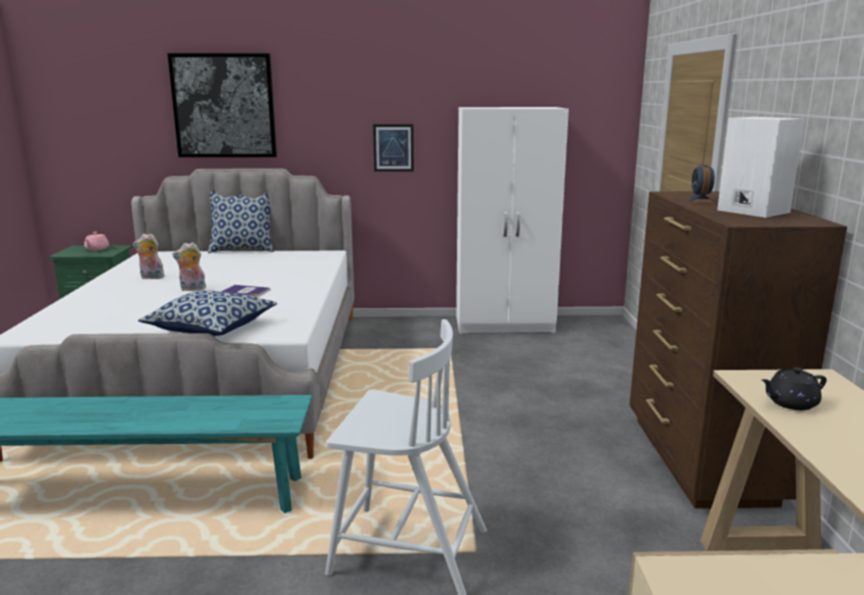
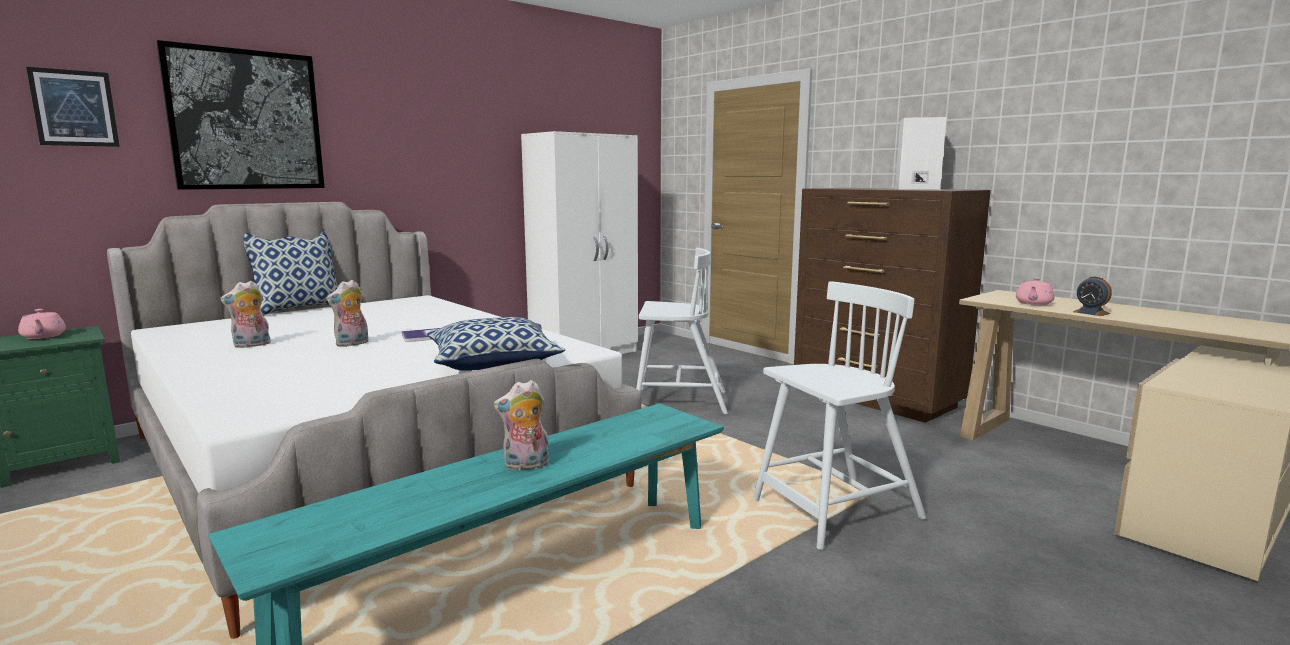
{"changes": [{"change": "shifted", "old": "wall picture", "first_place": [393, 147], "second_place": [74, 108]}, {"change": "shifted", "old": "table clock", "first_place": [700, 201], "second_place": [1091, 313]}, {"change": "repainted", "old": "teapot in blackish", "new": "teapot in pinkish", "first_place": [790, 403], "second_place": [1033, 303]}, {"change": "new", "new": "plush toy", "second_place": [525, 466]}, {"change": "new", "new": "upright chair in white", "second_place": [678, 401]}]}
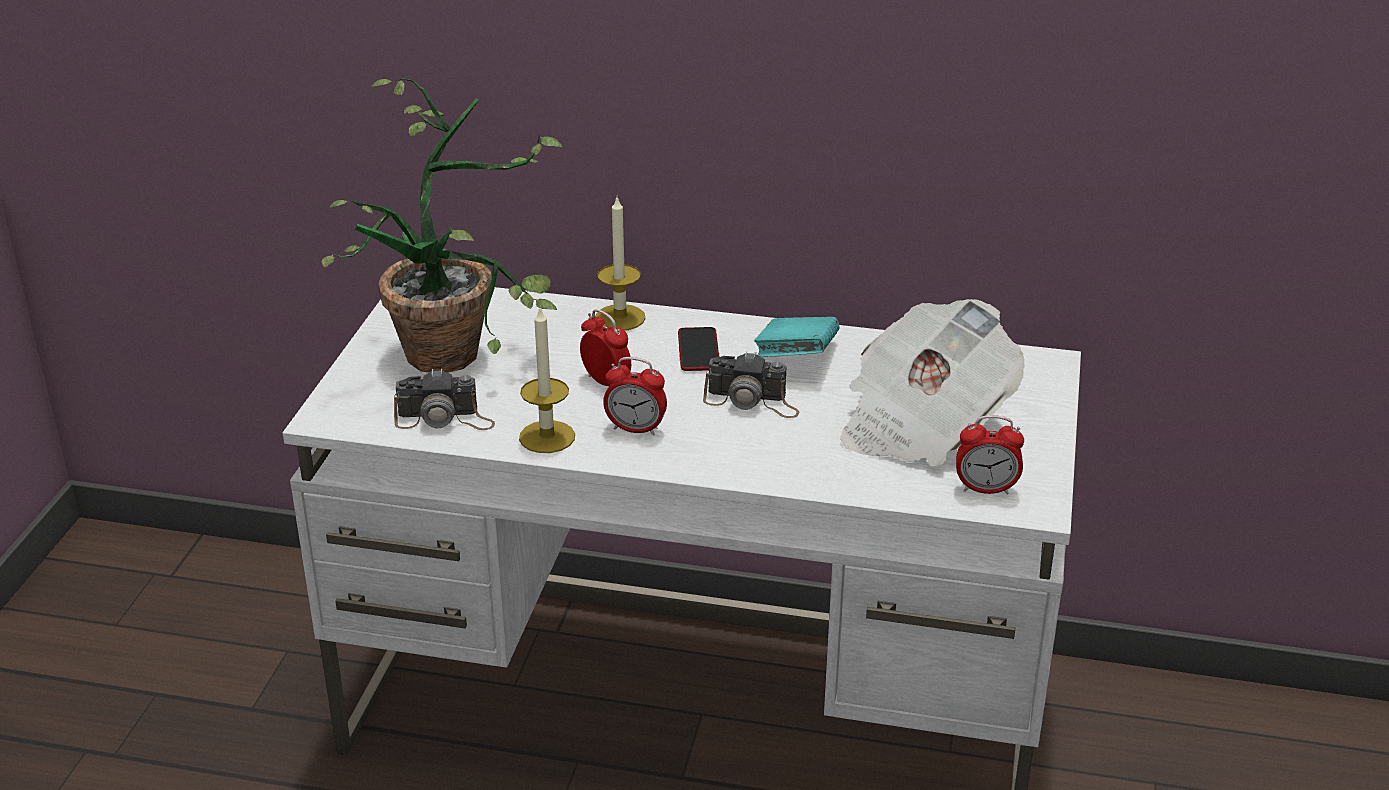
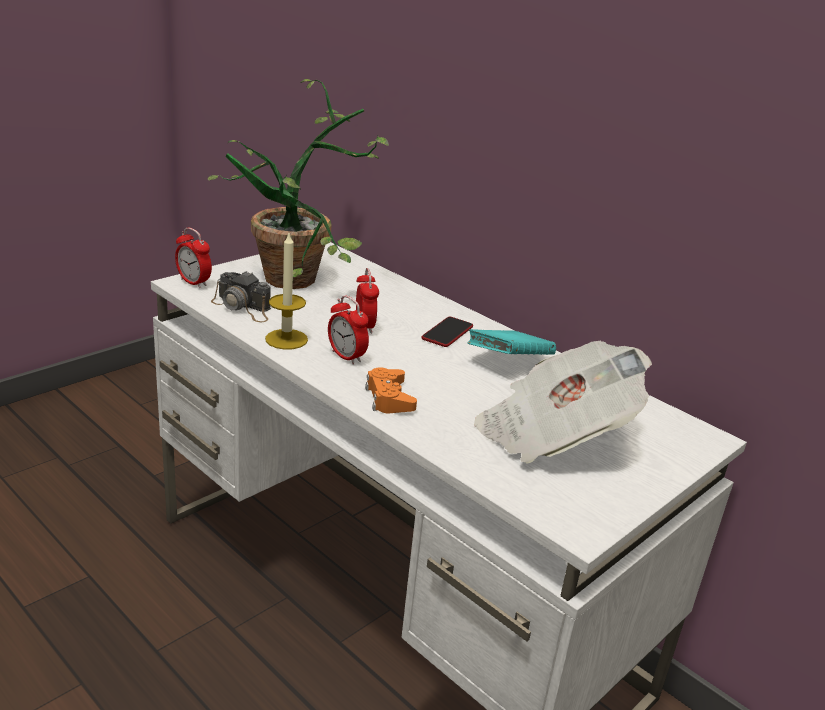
{"changes": [{"change": "gone", "old": "wax light", "first_place": [620, 317]}, {"change": "gone", "old": "photo camera", "first_place": [752, 401]}, {"change": "shifted", "old": "table clock", "first_place": [986, 489], "second_place": [194, 283]}, {"change": "new", "new": "game controller in orange", "second_place": [389, 398]}]}
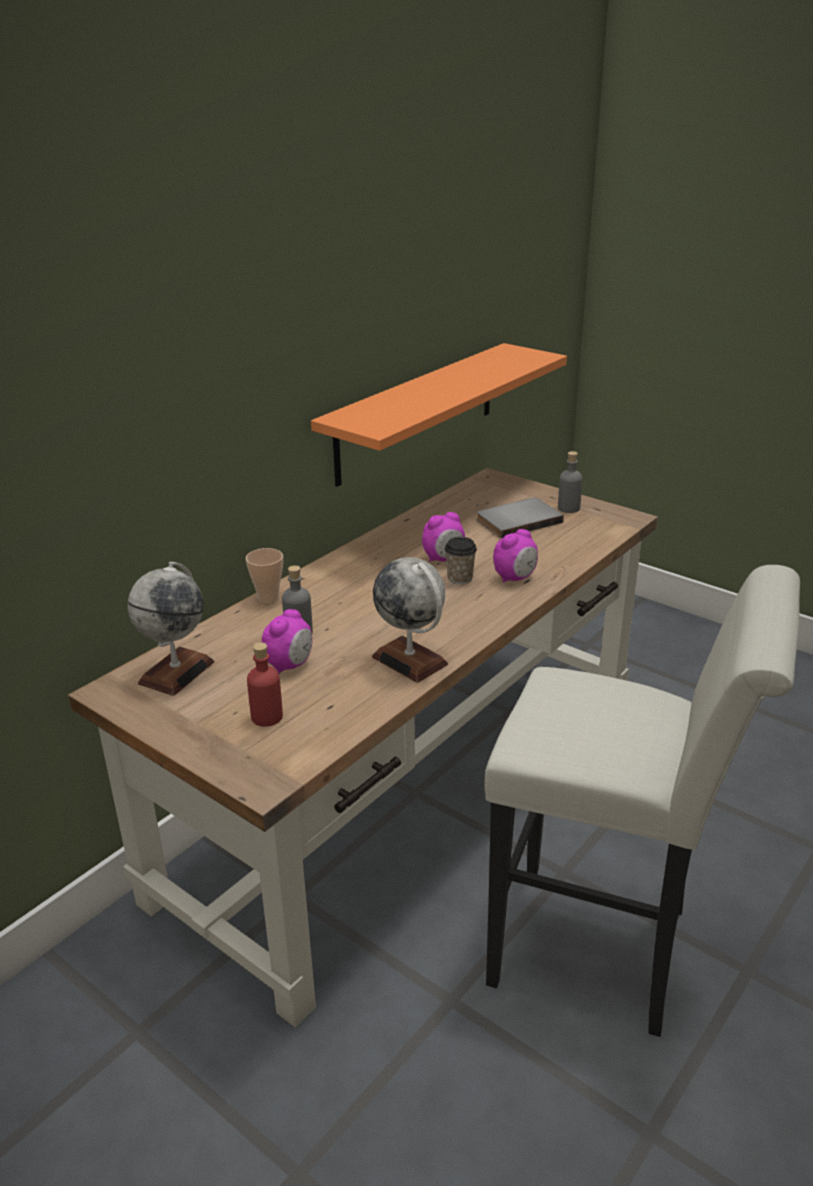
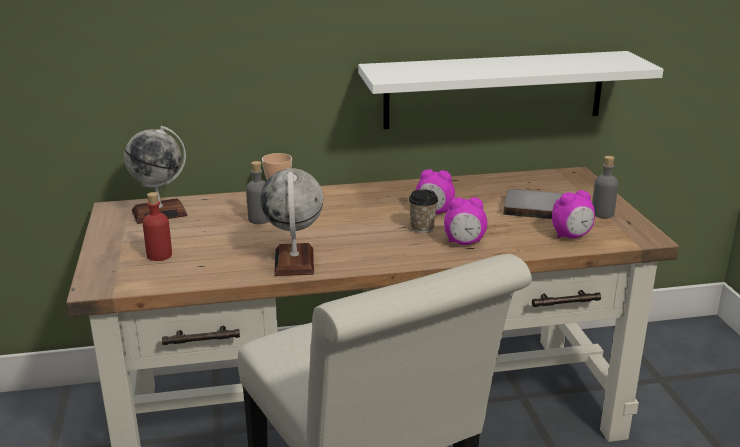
{"changes": [{"change": "shifted", "old": "table clock", "first_place": [290, 665], "second_place": [571, 236]}, {"change": "repainted", "old": "bracket shelf in orange", "new": "bracket shelf in white", "first_place": [417, 412], "second_place": [494, 89]}]}
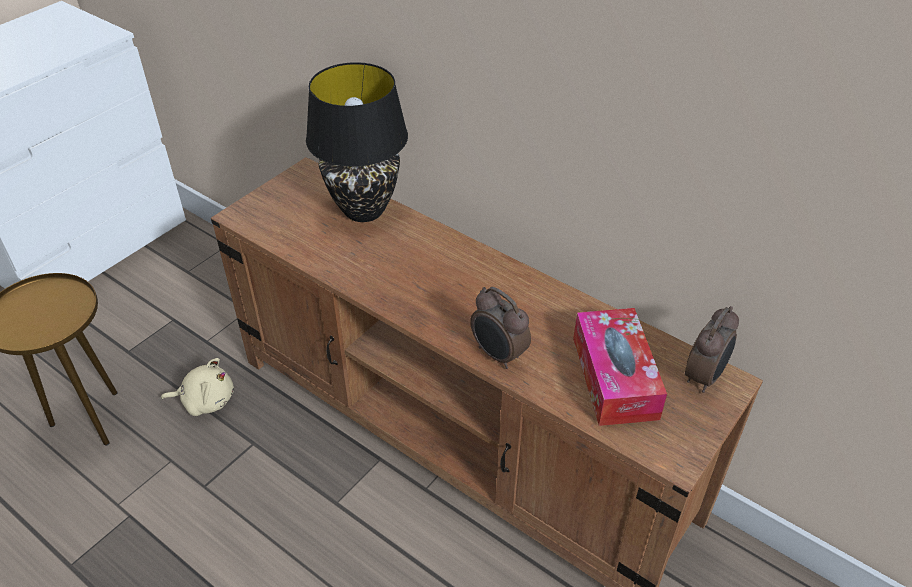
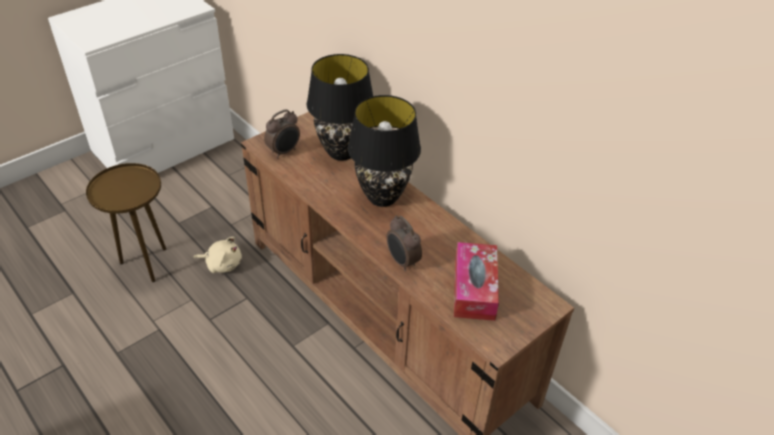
{"changes": [{"change": "shifted", "old": "table clock", "first_place": [704, 377], "second_place": [284, 152]}, {"change": "new", "new": "table lamp in blackish", "second_place": [383, 197]}]}
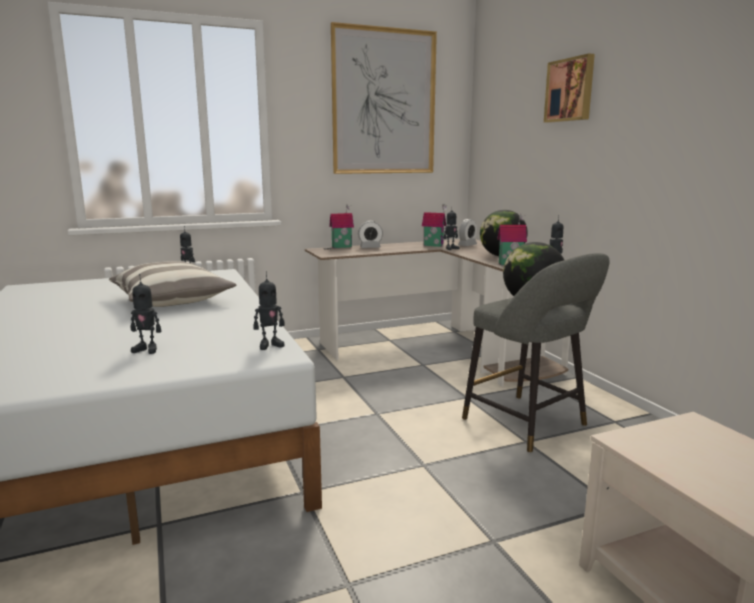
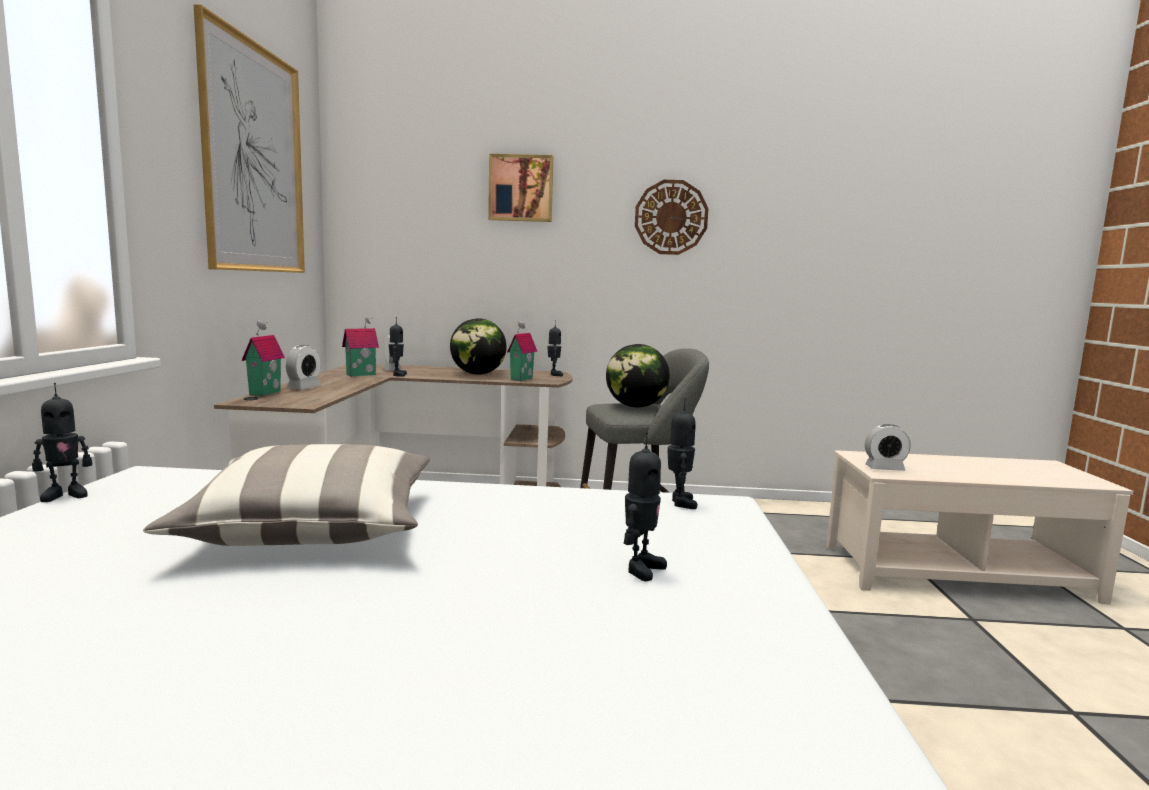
{"changes": [{"change": "new", "new": "hanging clock", "second_place": [671, 217]}, {"change": "new", "new": "table clock", "second_place": [884, 468]}]}
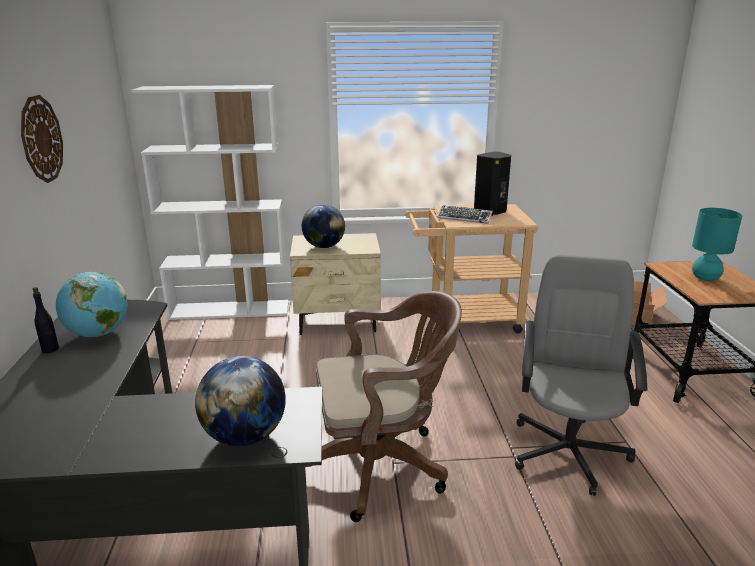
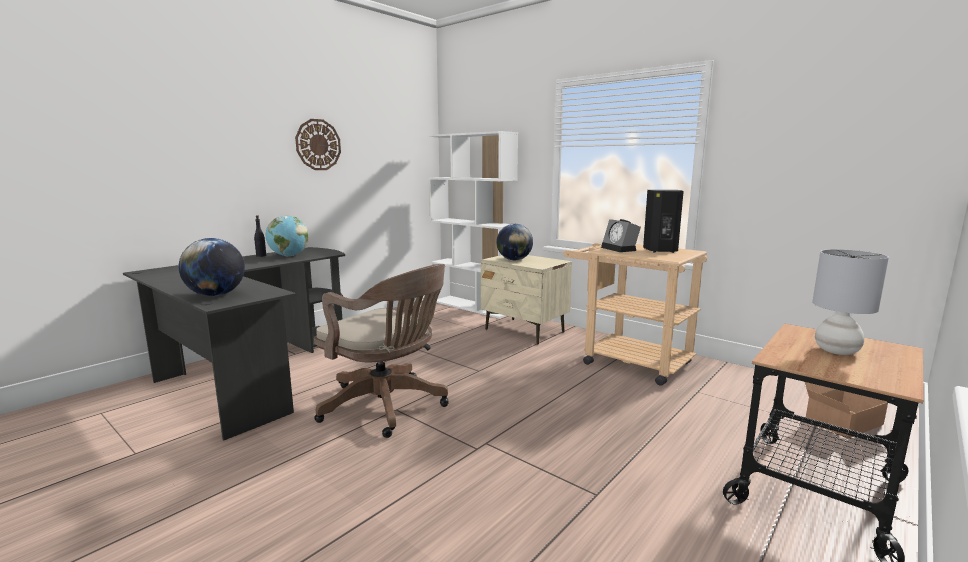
{"changes": [{"change": "swapped", "old": "PC keyboard", "new": "table clock", "first_place": [464, 218], "second_place": [620, 249]}, {"change": "gone", "old": "desk chair in gray", "first_place": [568, 451]}, {"change": "repainted", "old": "table lamp in blue-green", "new": "table lamp in gray", "first_place": [705, 278], "second_place": [836, 351]}]}
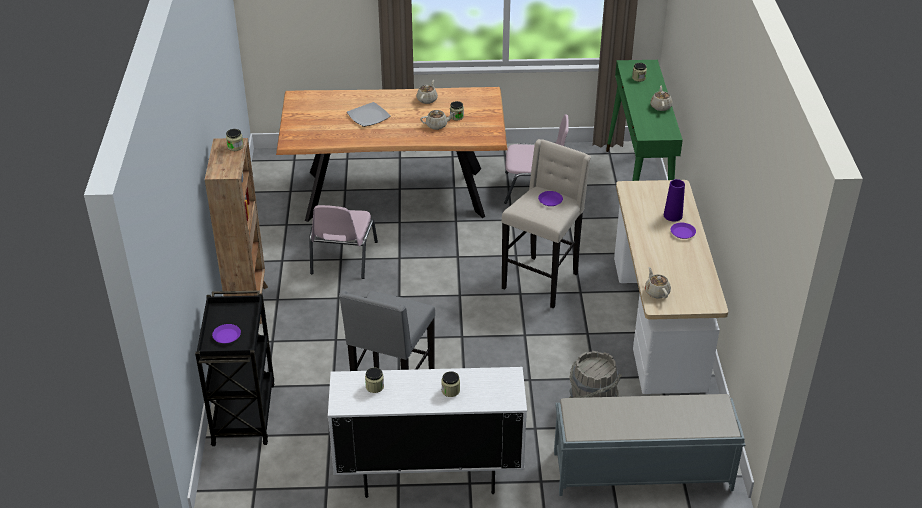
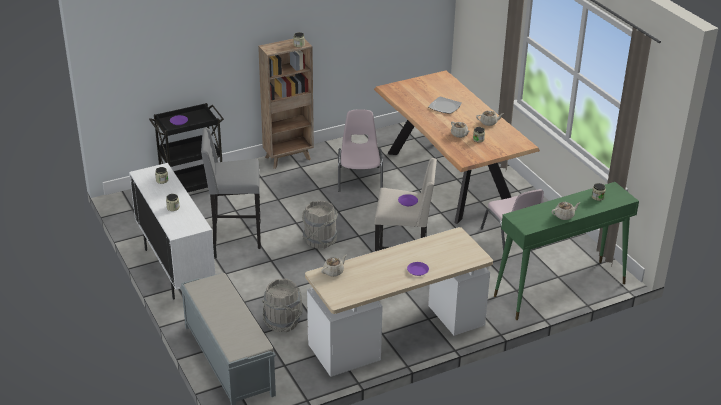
{"changes": [{"change": "rotated", "old": "upright chair in pinkish", "first_place": [342, 258], "second_place": [360, 178], "degrees": 105}, {"change": "gone", "old": "flower vase in purplish", "first_place": [673, 215]}, {"change": "new", "new": "water bucket in gray", "second_place": [320, 240]}]}
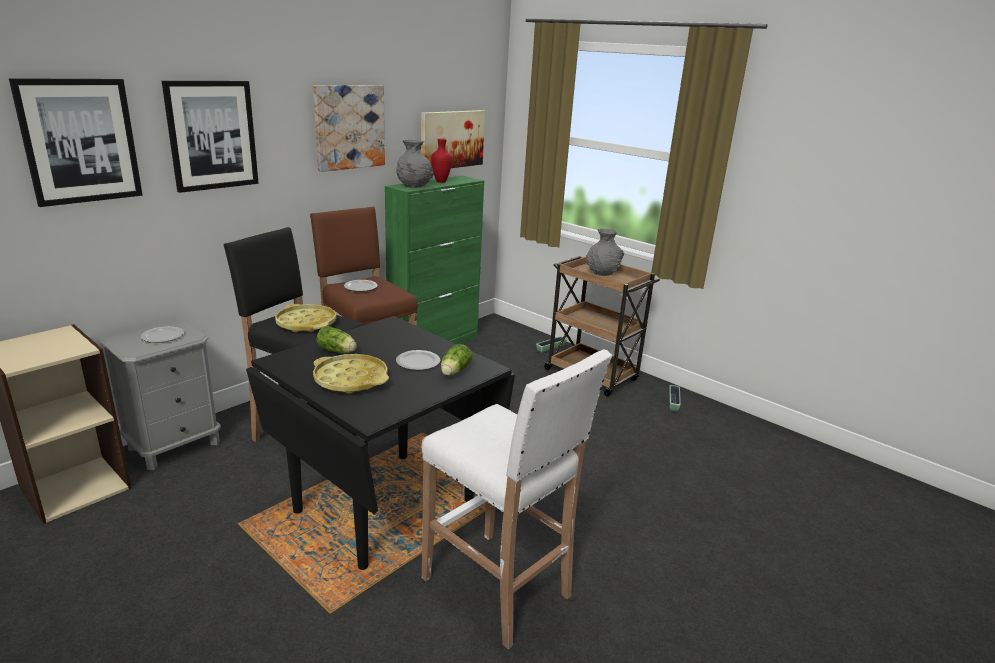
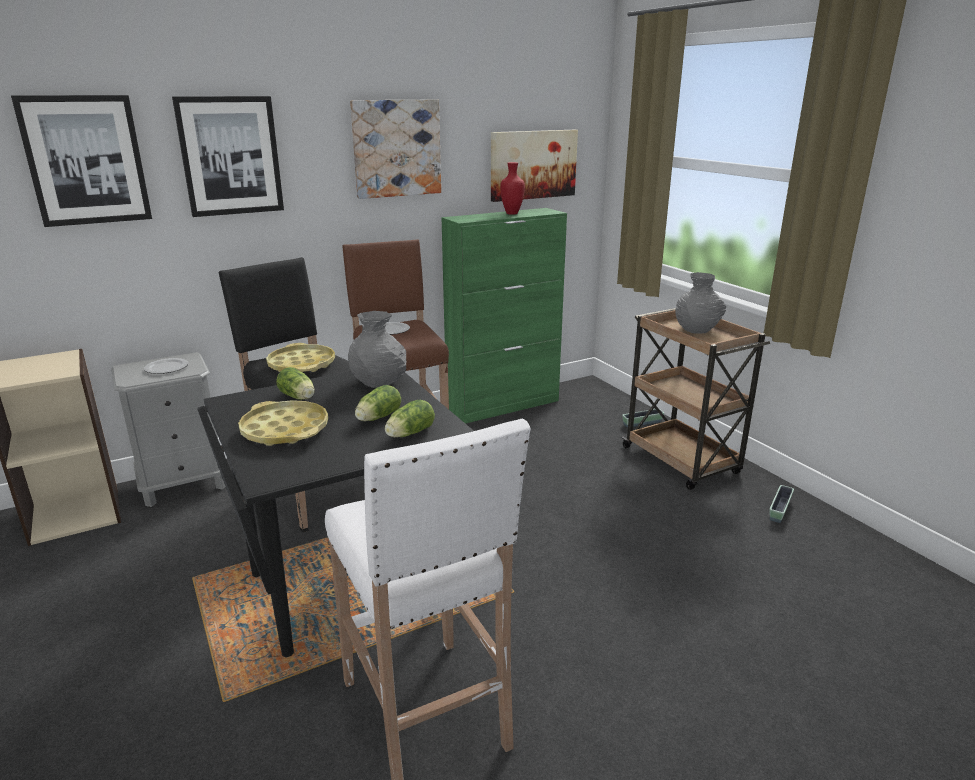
{"changes": [{"change": "shifted", "old": "flower vase in gray", "first_place": [414, 185], "second_place": [380, 382]}, {"change": "swapped", "old": "flat dish", "new": "lettuce head", "first_place": [419, 362], "second_place": [377, 418]}]}
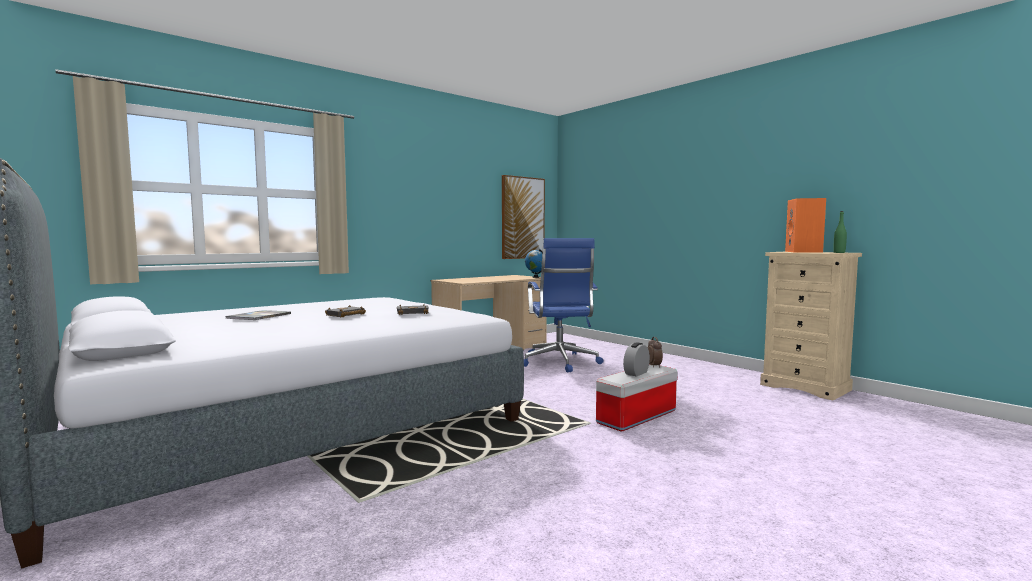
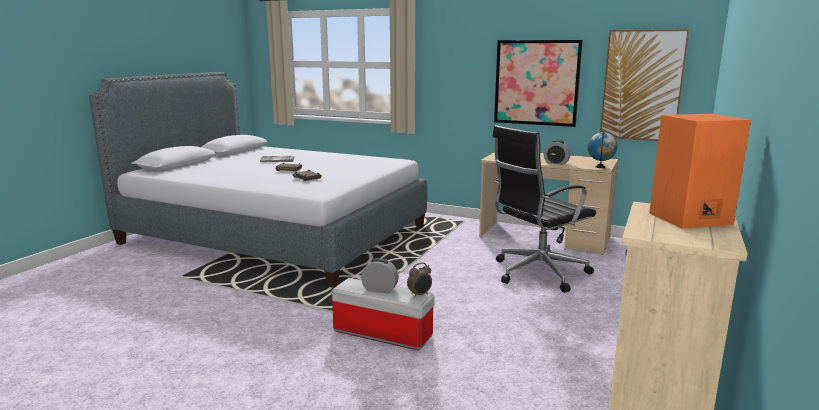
{"changes": [{"change": "repainted", "old": "desk chair in blue", "new": "desk chair in blackish", "first_place": [559, 363], "second_place": [537, 273]}, {"change": "gone", "old": "drink bottle in green-coloured", "first_place": [839, 252]}, {"change": "new", "new": "wall picture", "second_place": [536, 82]}, {"change": "new", "new": "table clock", "second_place": [556, 163]}]}
